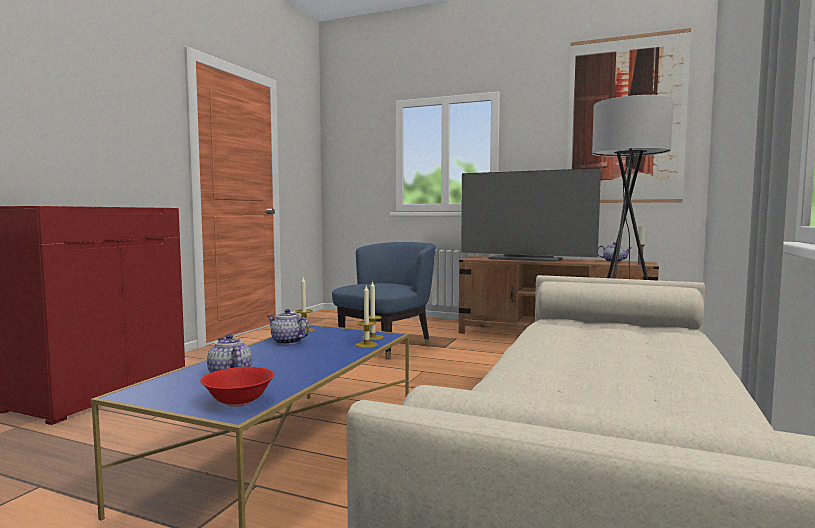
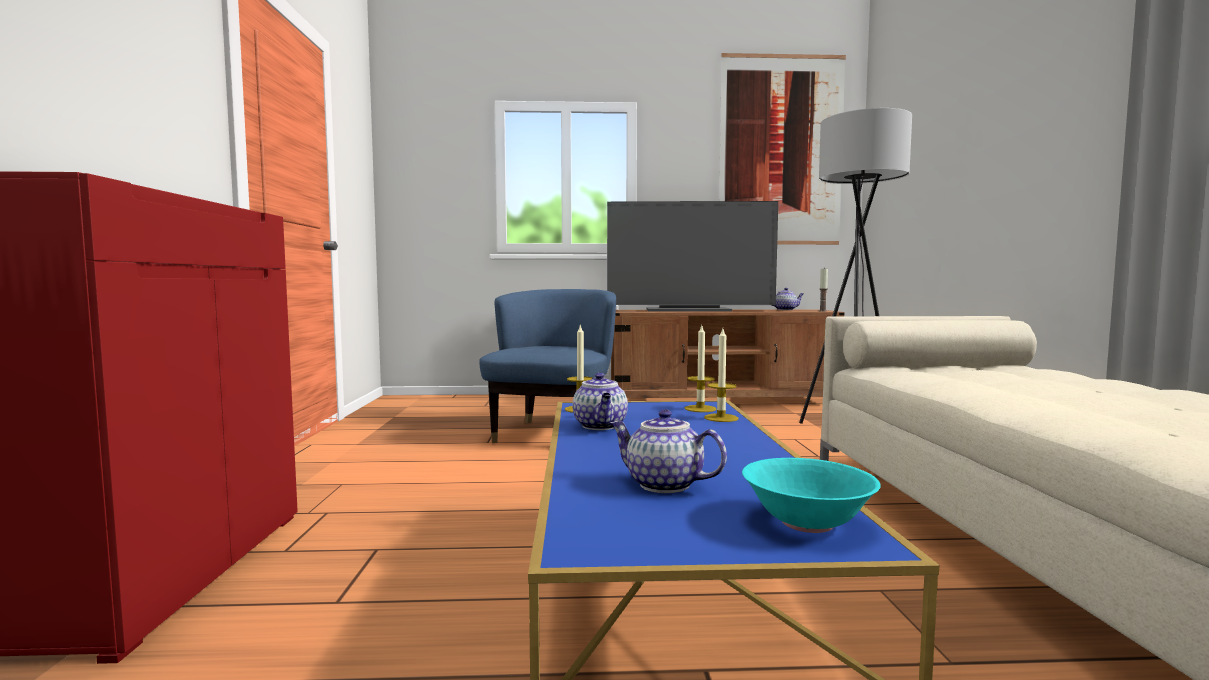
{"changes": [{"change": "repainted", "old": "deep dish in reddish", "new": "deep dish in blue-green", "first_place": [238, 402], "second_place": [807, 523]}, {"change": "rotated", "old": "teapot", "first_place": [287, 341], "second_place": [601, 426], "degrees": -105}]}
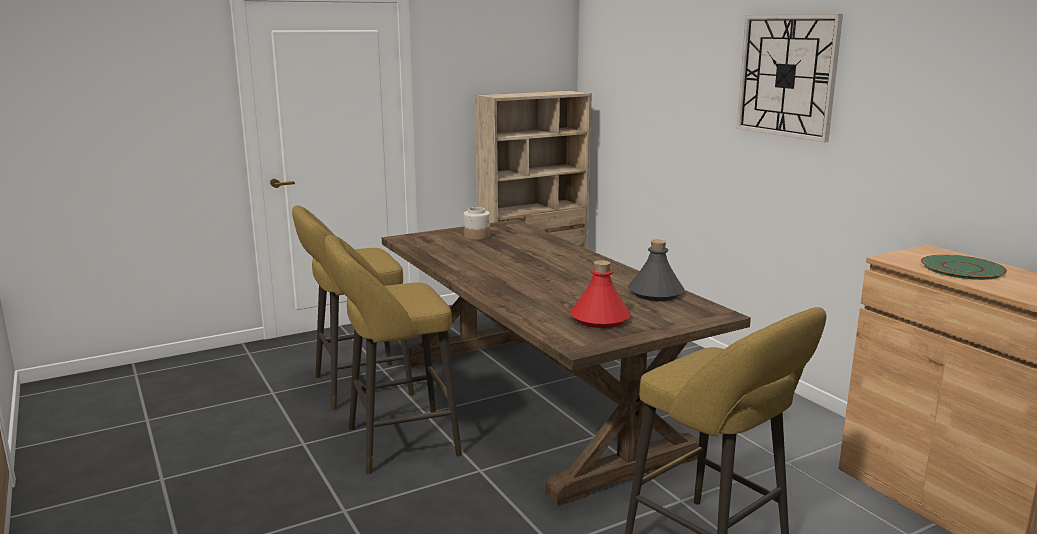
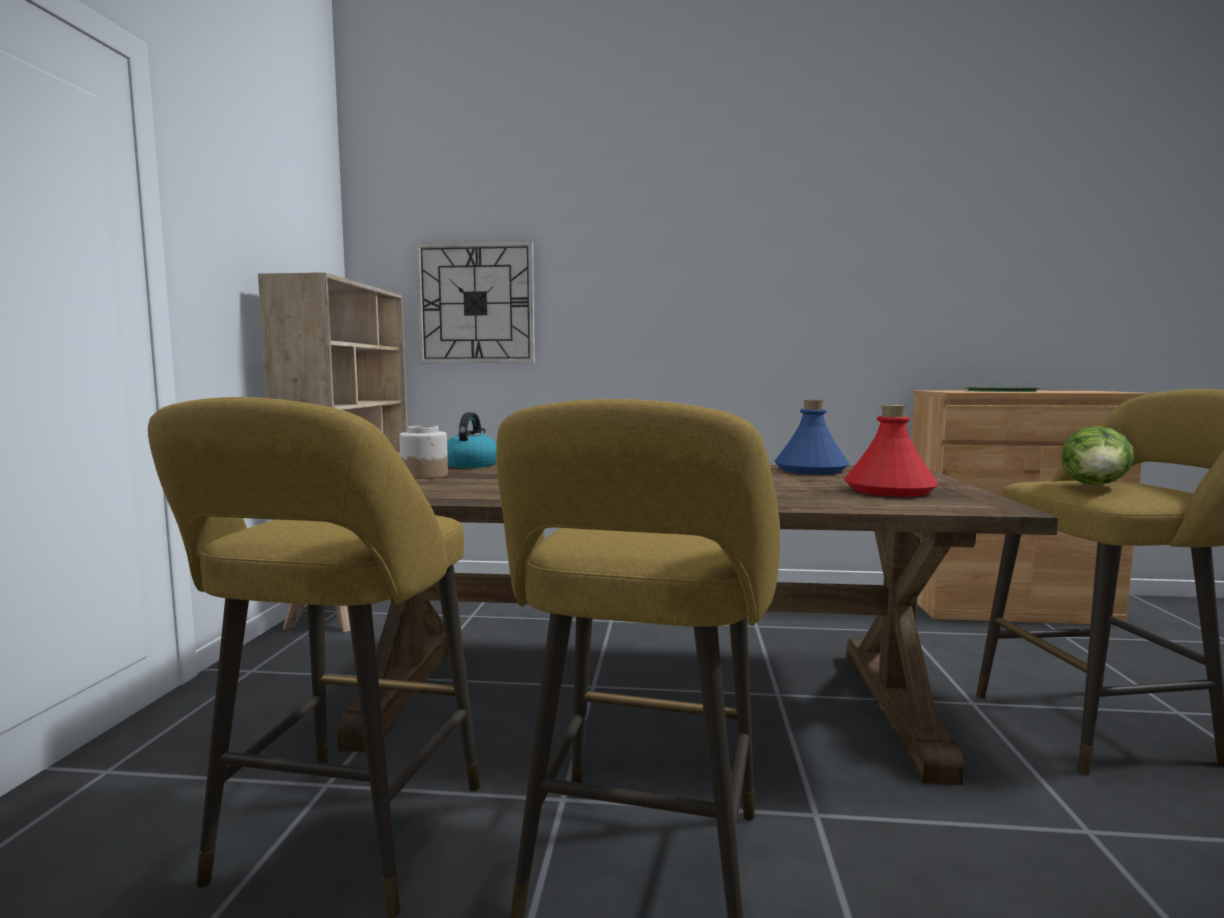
{"changes": [{"change": "repainted", "old": "drink bottle in gray", "new": "drink bottle in blue", "first_place": [656, 293], "second_place": [810, 470]}, {"change": "shifted", "old": "hanging clock", "first_place": [787, 76], "second_place": [476, 303]}, {"change": "new", "new": "tea kettle", "second_place": [471, 465]}, {"change": "new", "new": "lettuce head", "second_place": [1095, 486]}]}
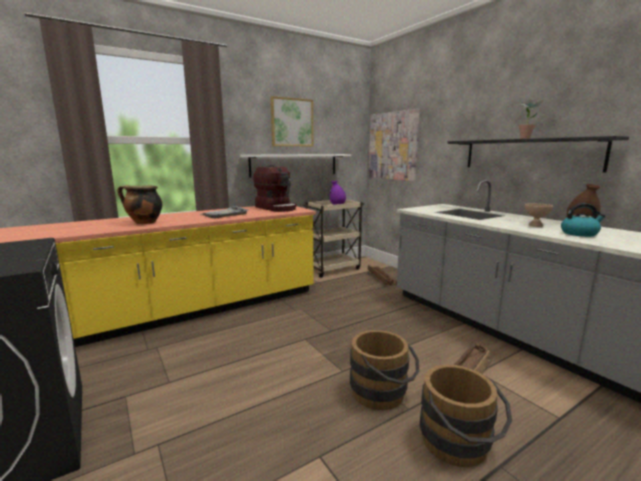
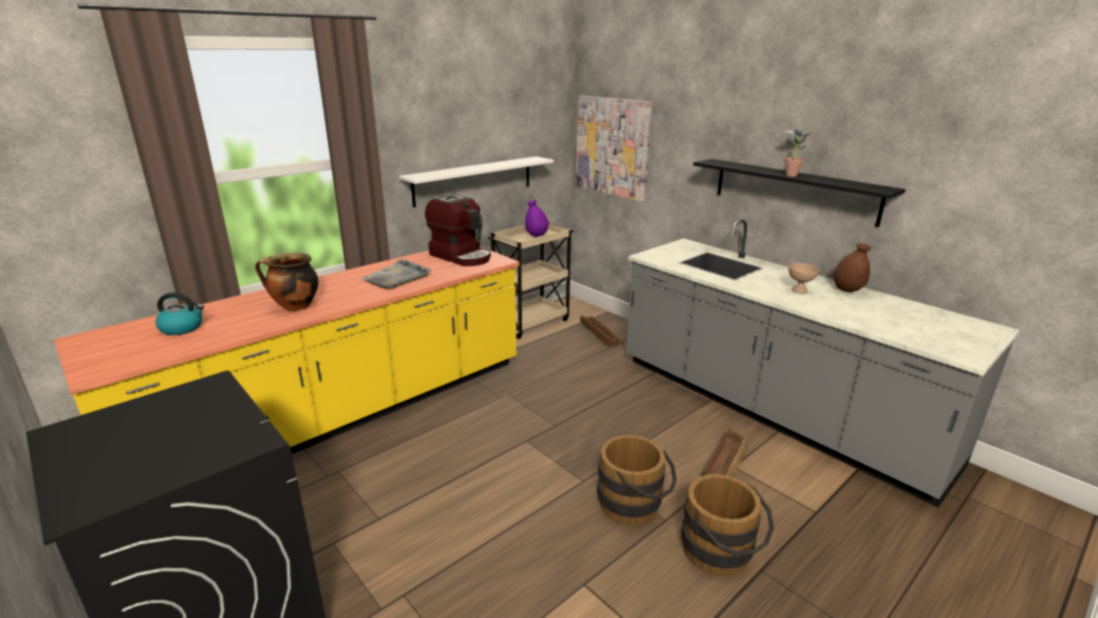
{"changes": [{"change": "gone", "old": "wall picture", "first_place": [292, 122]}, {"change": "shifted", "old": "tea kettle", "first_place": [579, 233], "second_place": [182, 328]}]}
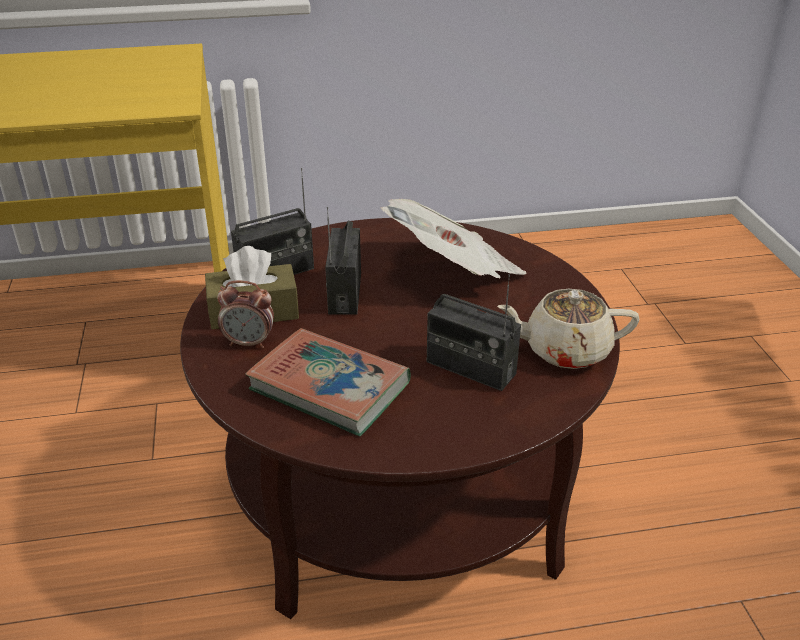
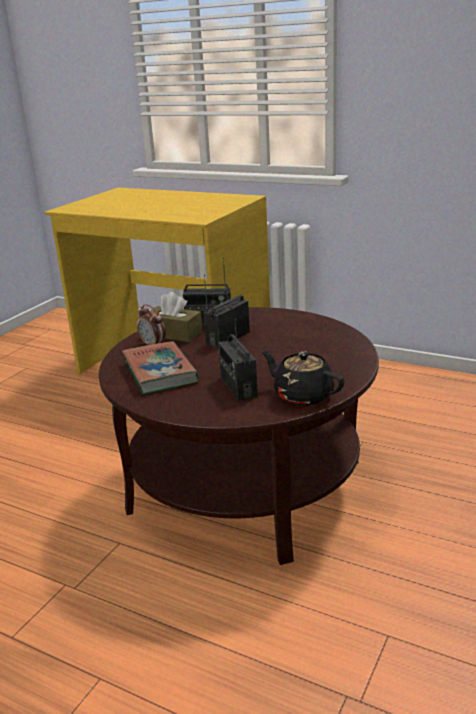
{"changes": [{"change": "gone", "old": "daily paper", "first_place": [454, 272]}, {"change": "repainted", "old": "teapot in beige", "new": "teapot in blackish", "first_place": [565, 350], "second_place": [302, 395]}]}
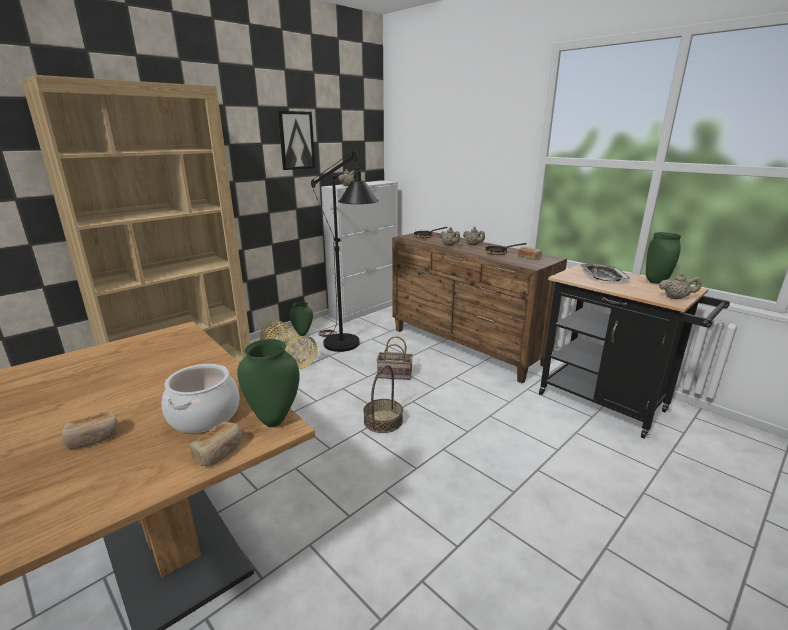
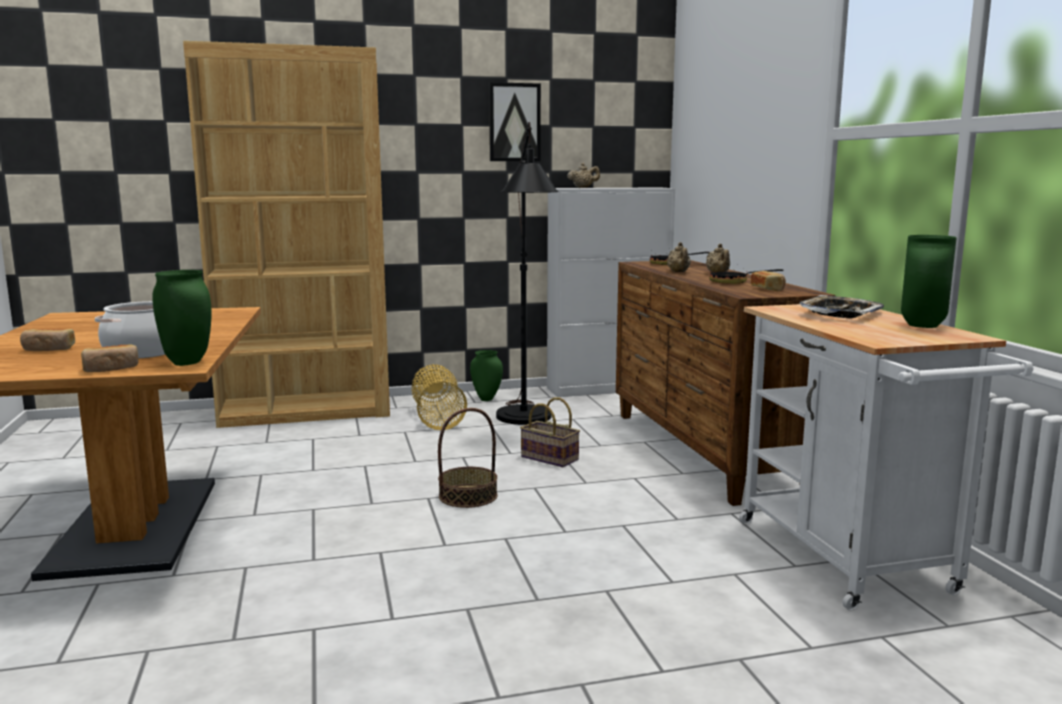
{"changes": [{"change": "repainted", "old": "wheeled cart in blackish", "new": "wheeled cart in white", "first_place": [609, 405], "second_place": [852, 562]}, {"change": "gone", "old": "teapot in beige", "first_place": [676, 298]}]}
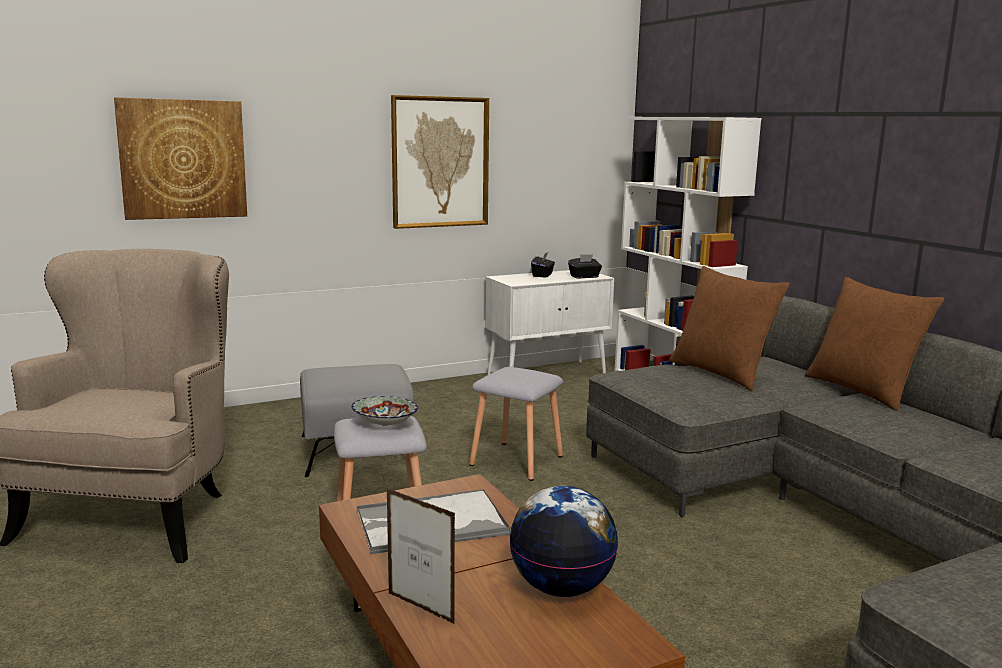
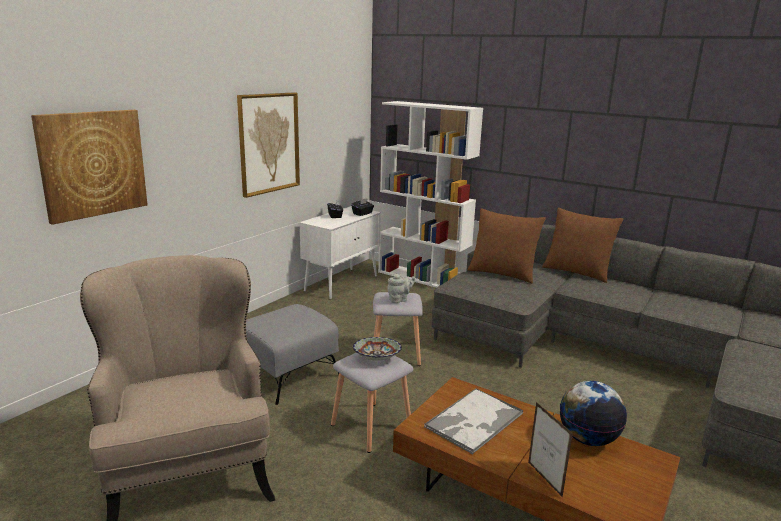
{"changes": [{"change": "rotated", "old": "standing frame", "first_place": [420, 608], "second_place": [544, 479], "degrees": -120}, {"change": "new", "new": "teapot in gray", "second_place": [399, 300]}]}
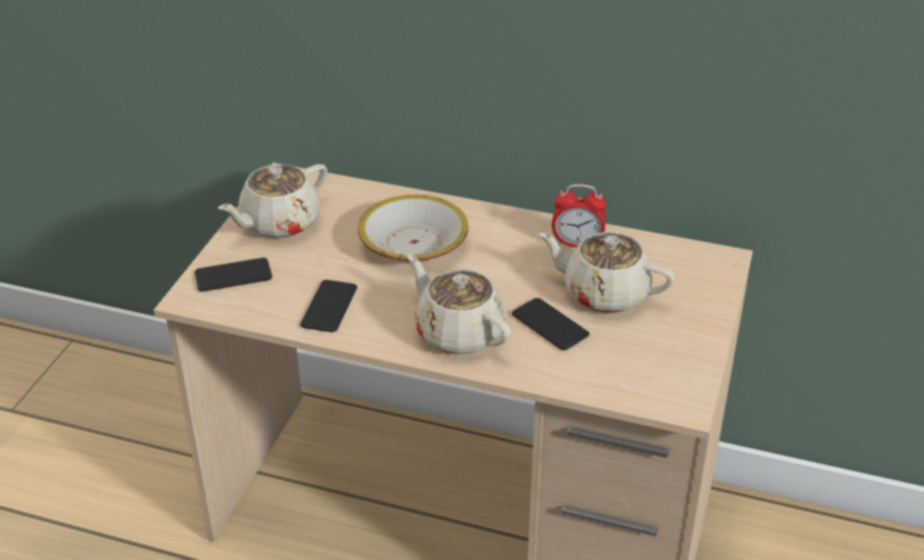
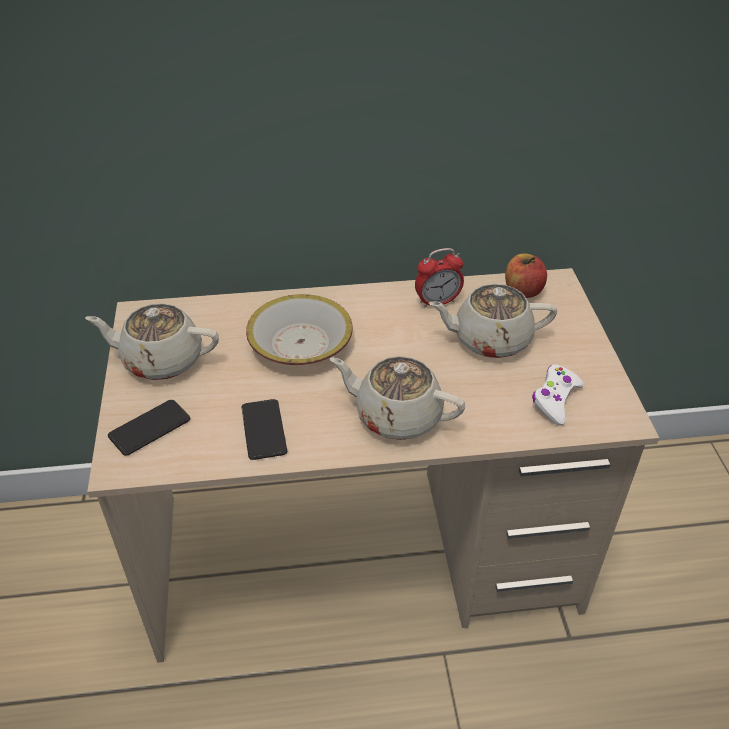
{"changes": [{"change": "rotated", "old": "teapot in beige", "first_place": [279, 223], "second_place": [161, 360], "degrees": 75}, {"change": "gone", "old": "handset", "first_place": [550, 325]}, {"change": "new", "new": "apple fruit", "second_place": [523, 290]}, {"change": "new", "new": "game controller in white", "second_place": [555, 399]}]}
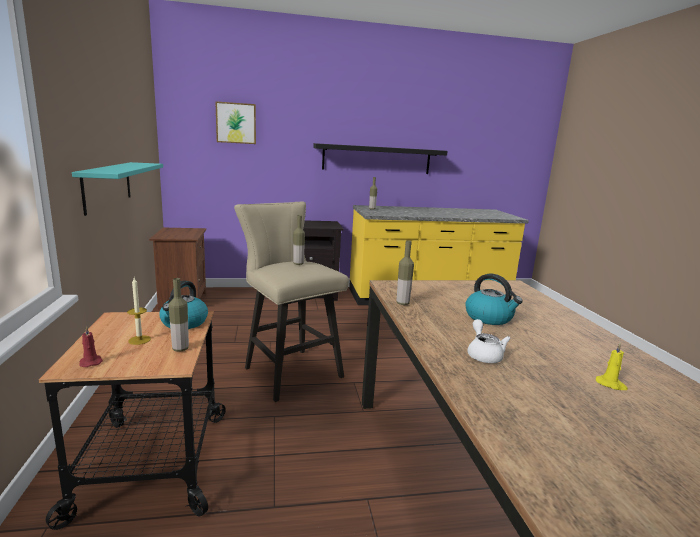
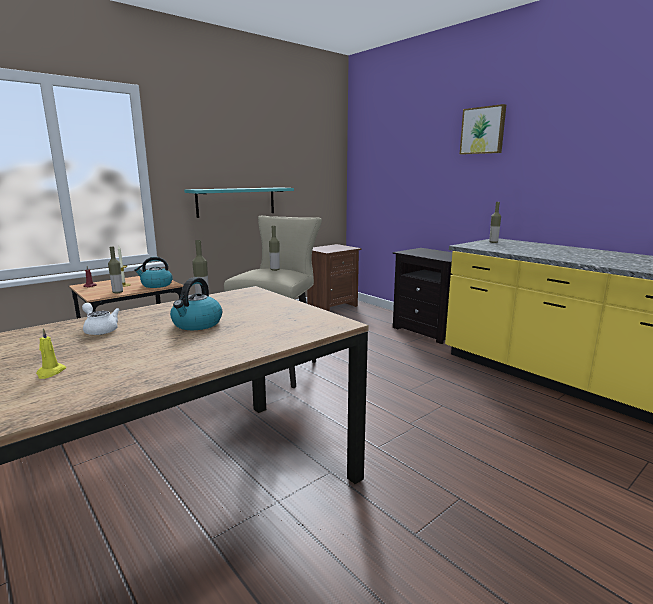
{"changes": [{"change": "shifted", "old": "wall picture", "first_place": [236, 123], "second_place": [483, 130]}, {"change": "gone", "old": "bracket shelf in blackish", "first_place": [377, 159]}, {"change": "rotated", "old": "teapot in white", "first_place": [483, 354], "second_place": [100, 330], "degrees": -105}]}
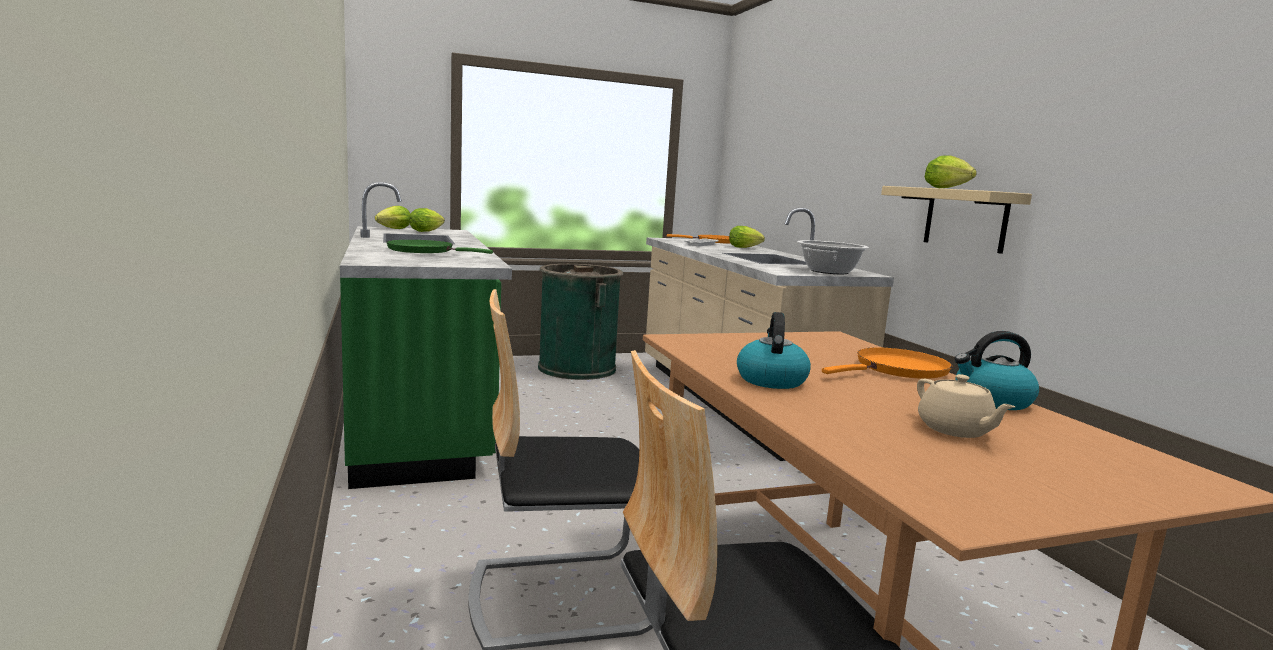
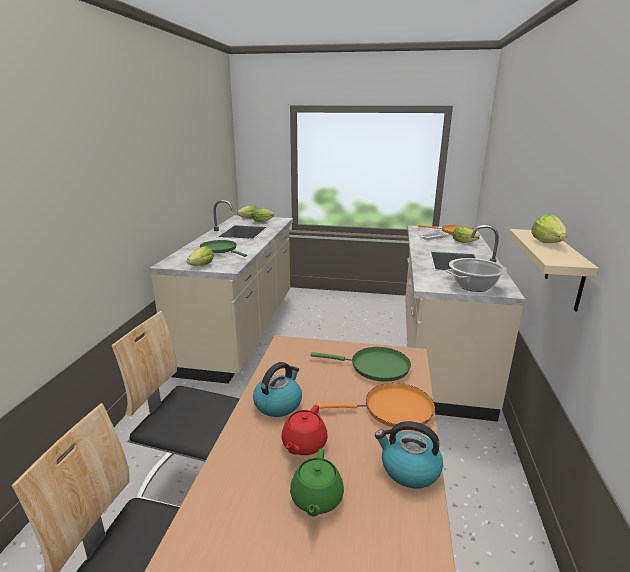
{"changes": [{"change": "repainted", "old": "counter in green-coloured", "new": "counter in beige", "first_place": [420, 414], "second_place": [241, 330]}, {"change": "gone", "old": "trash can in green-coloured", "first_place": [577, 368]}, {"change": "repainted", "old": "teapot in beige", "new": "teapot in green-coloured", "first_place": [955, 430], "second_place": [316, 498]}, {"change": "new", "new": "lettuce head", "second_place": [200, 266]}, {"change": "new", "new": "teapot in reddish", "second_place": [303, 444]}, {"change": "new", "new": "frying pan in green-coloured", "second_place": [375, 367]}]}
